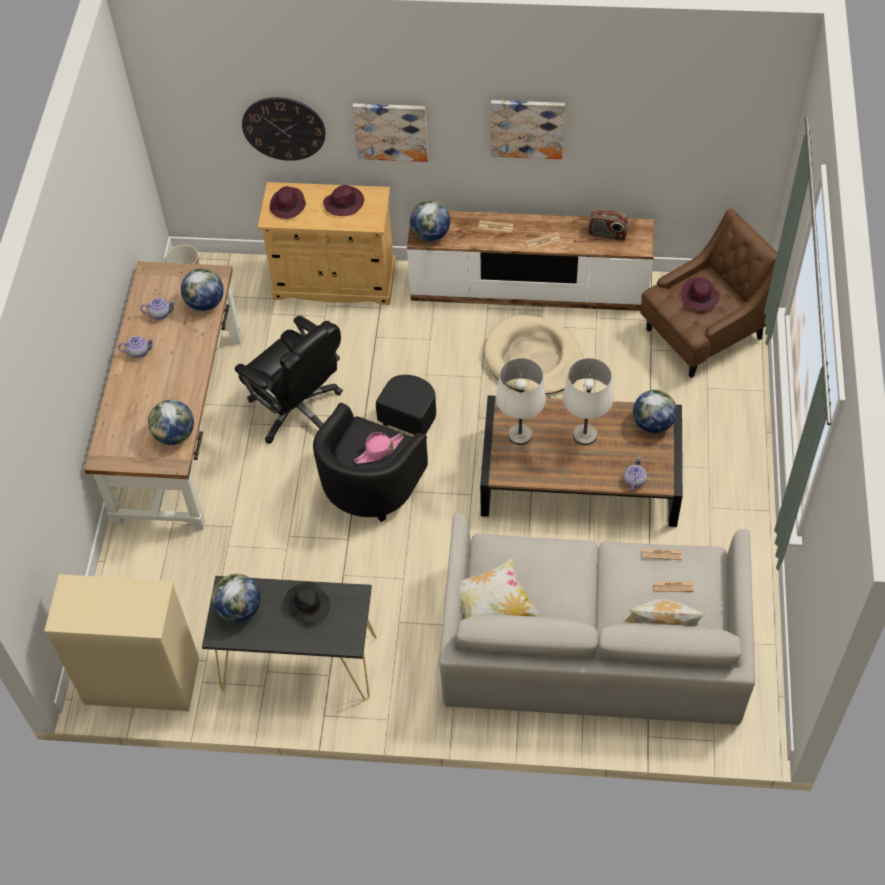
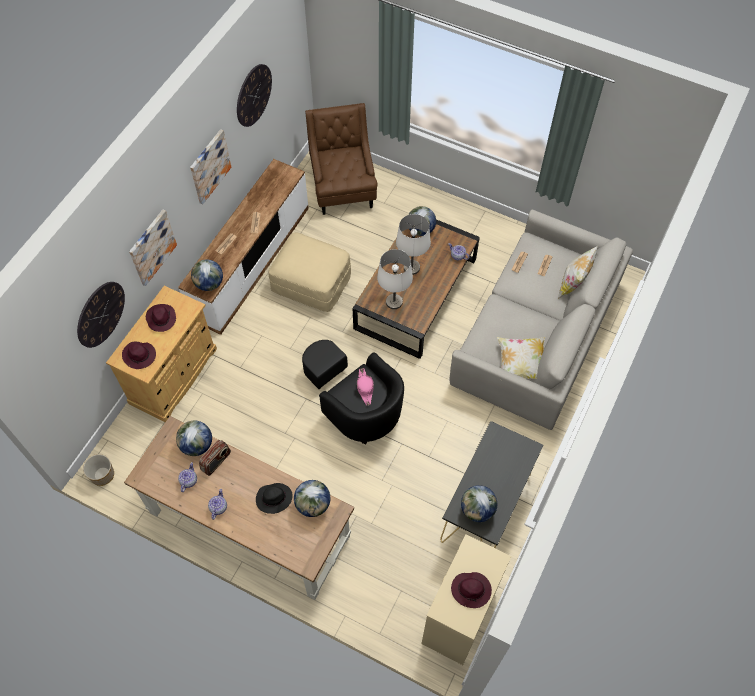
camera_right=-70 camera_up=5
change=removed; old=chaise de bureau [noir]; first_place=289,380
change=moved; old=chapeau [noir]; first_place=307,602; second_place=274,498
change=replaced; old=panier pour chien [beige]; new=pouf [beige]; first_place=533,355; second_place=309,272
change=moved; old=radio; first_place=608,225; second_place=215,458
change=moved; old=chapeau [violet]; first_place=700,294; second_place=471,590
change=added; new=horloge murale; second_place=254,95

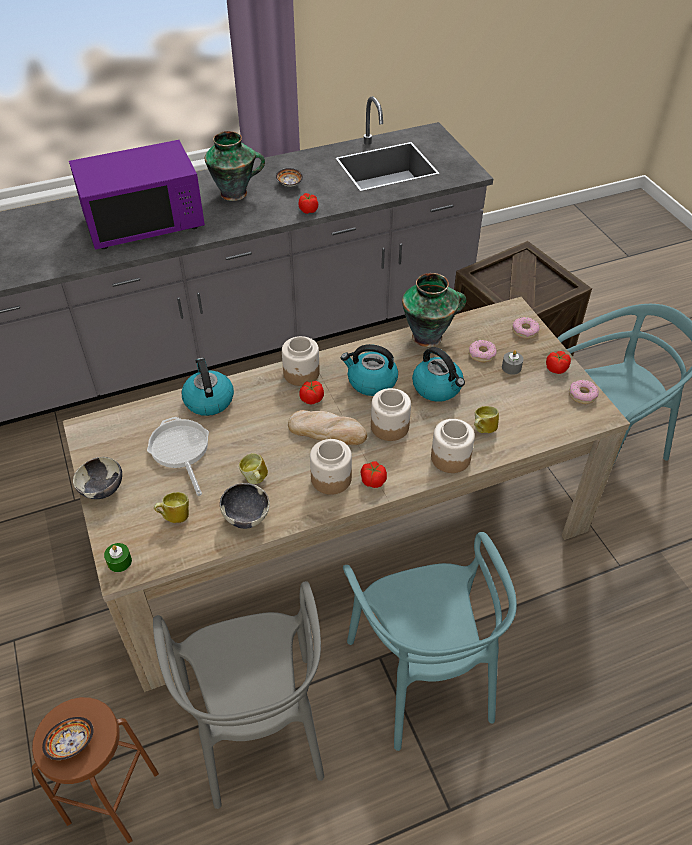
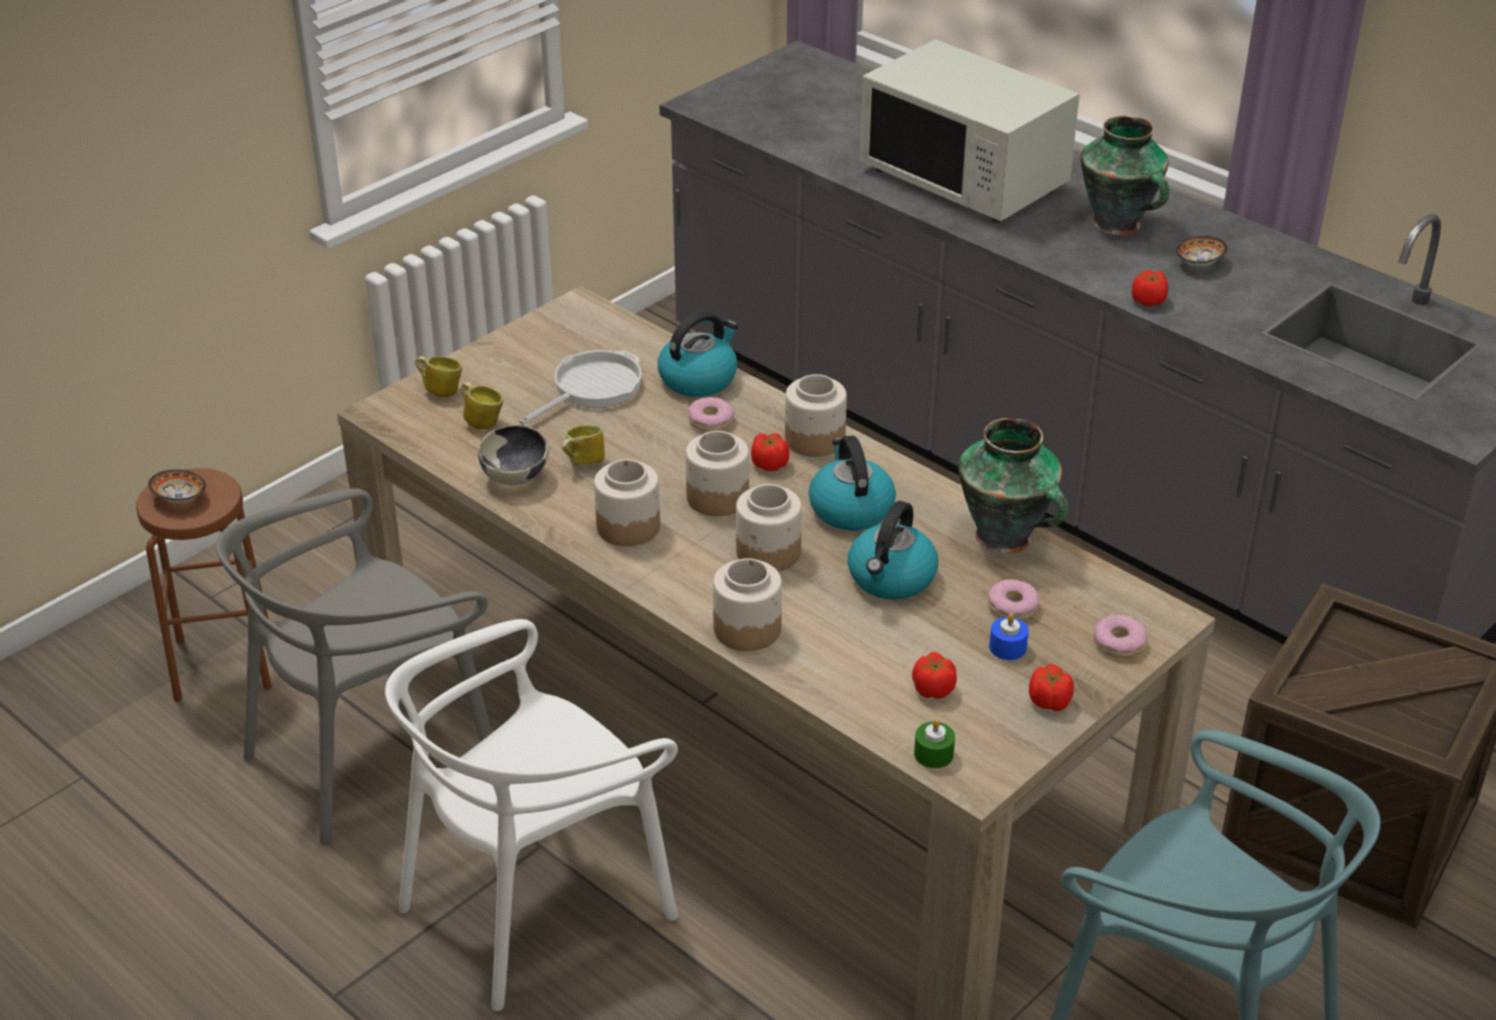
camera_right=65 camera_up=-10
change=recoloured; old=micro-ondes [violet]; new=micro-ondes [blanc]; first_place=137,195; second_place=970,131
change=removed; old=bol; first_place=97,478
change=moved; old=bougie [vert]; first_place=118,557; second_place=934,743
change=replaced; old=pain; new=bocal; first_place=327,427; second_place=717,473
change=recoloured; old=chaise [turquoise]; new=chaise [blanc]; first_place=430,641; second_place=531,815
change=moved; old=tomate; first_place=374,474; second_place=934,675
change=moved; old=mug; first_place=486,419; second_place=438,376
change=recoloured; old=bougie [gris]; new=bougie [bleu]; first_place=512,362; second_place=1009,636
change=moved; old=beignet; first_place=584,392; second_place=711,414

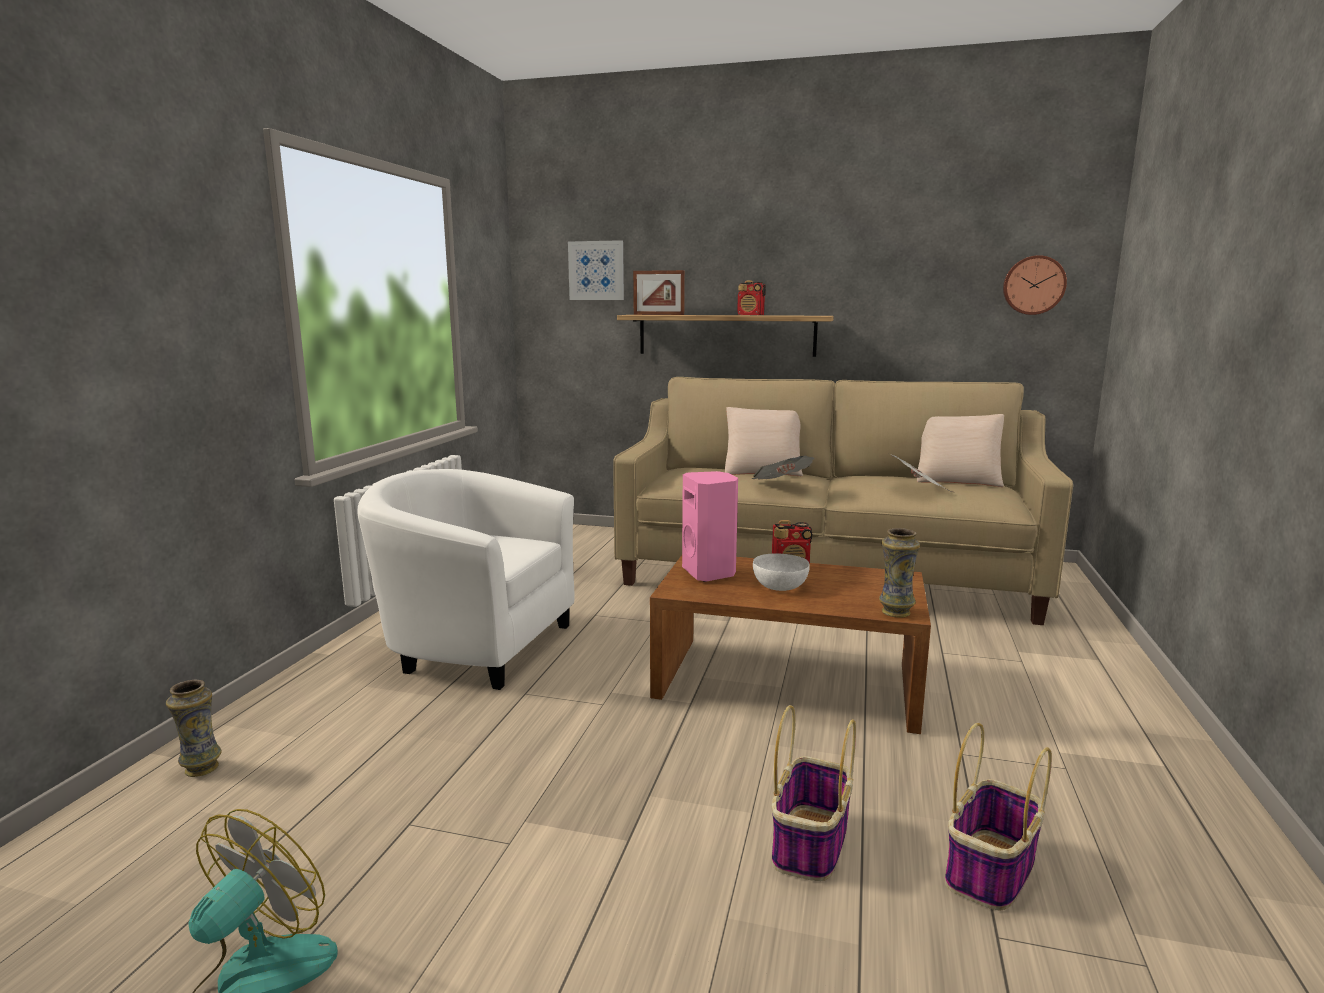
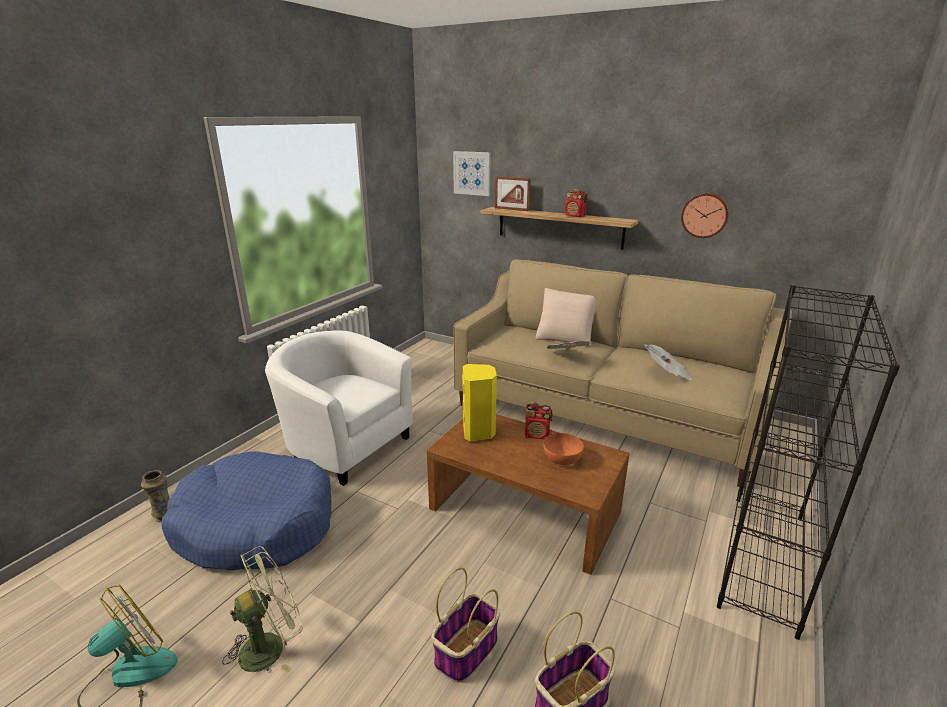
camera_right=15 camera_up=10
change=recoloured; old=enceinte [rose]; new=enceinte [jaune]; first_place=710,526; second_place=479,402
change=removed; old=bol [blanc]; first_place=781,572
change=removed; old=vase; first_place=899,573
change=removed; old=coussin [beige]; first_place=960,450
change=moved; old=horloge murale; first_place=1035,285; second_place=705,215
change=added; new=panier pour chien [bleu]; second_place=247,510
change=added; new=ventilateur [vert]; second_place=262,609
change=added; new=bol [orange]; second_place=563,449
change=added; new=bibliothèque [noir]; second_place=808,462

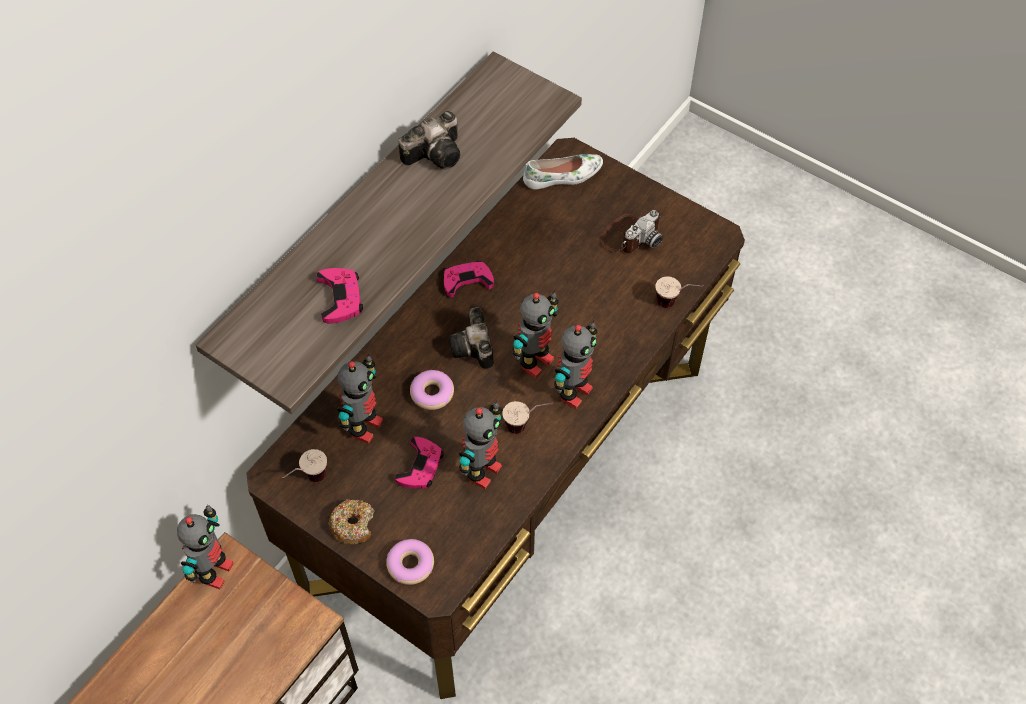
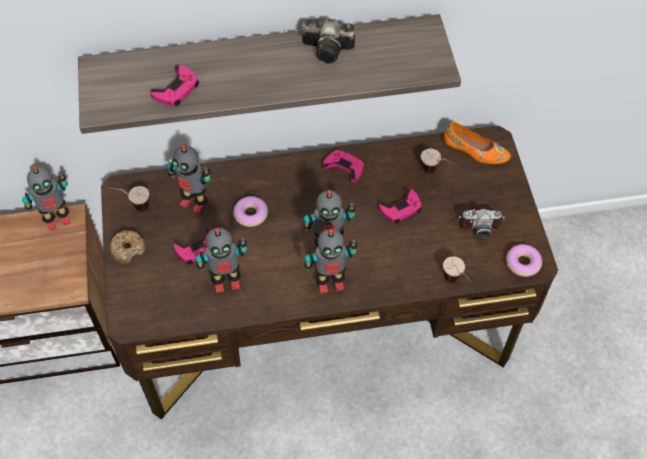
camera_right=45 camera_up=0
change=turned; old=robot jouet; first_place=360,399; second_place=189,179; degrees=45
change=moved; old=beignet; first_place=410,562; second_place=524,260
change=removed; old=appareil photo; first_place=471,338
change=moved; old=tasse; first_place=527,417; second_place=437,161
change=recoloured; old=chaussure [blanc]; new=chaussure [orange]; first_place=563,171; second_place=477,143
change=added; new=manette [rose]; second_place=400,205

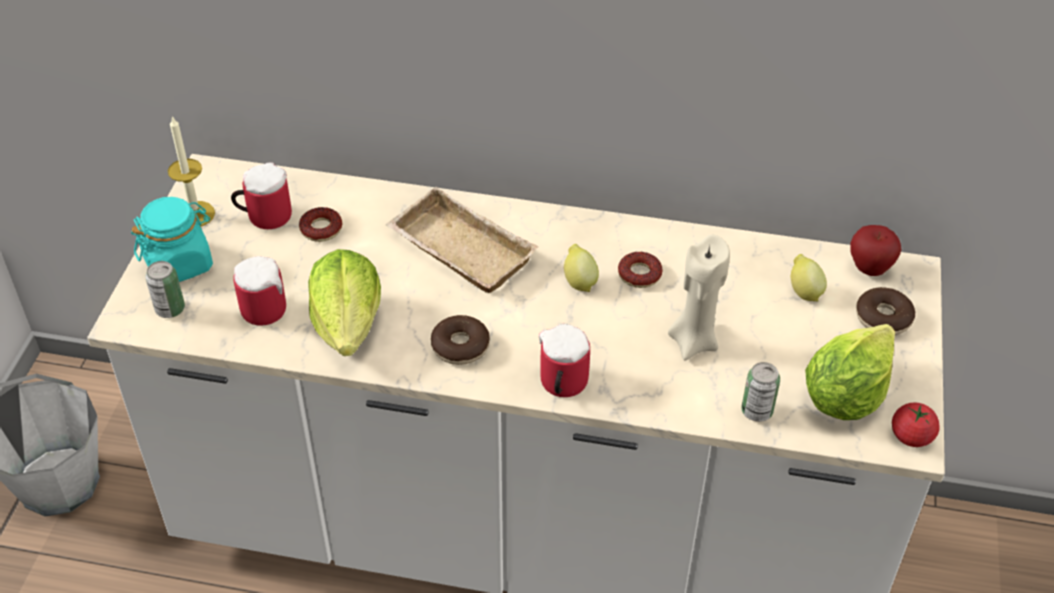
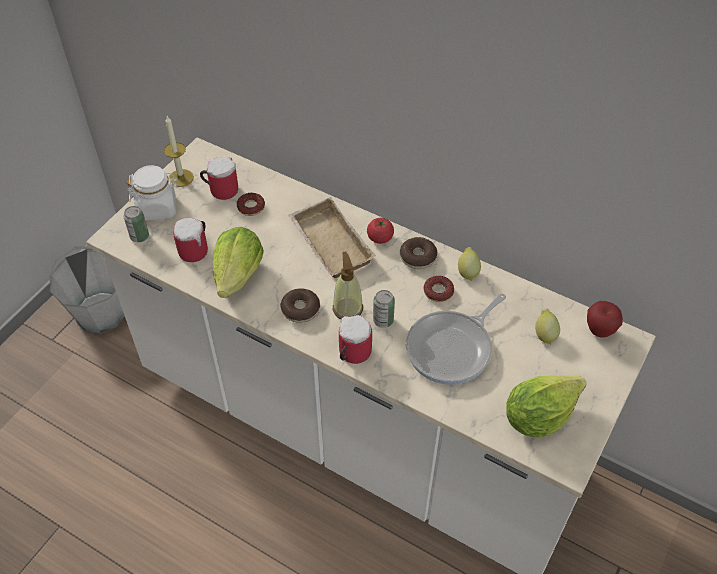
camera_right=20 camera_up=5
change=recoloured; old=bocal [turquoise]; new=bocal [blanc]; first_place=172,239; second_place=152,193
change=moved; old=citron; first_place=581,268; second_place=469,264
change=replaced; old=bougie [beige]; new=poêle; first_place=699,298; second_place=456,339
change=moved; old=boîte métallique; first_place=760,392; second_place=384,309
change=moved; old=beignet; first_place=885,311; second_place=418,253
change=moved; old=tomate; first_place=916,425; second_place=380,231
change=added; new=distributeur de savon; second_place=348,286

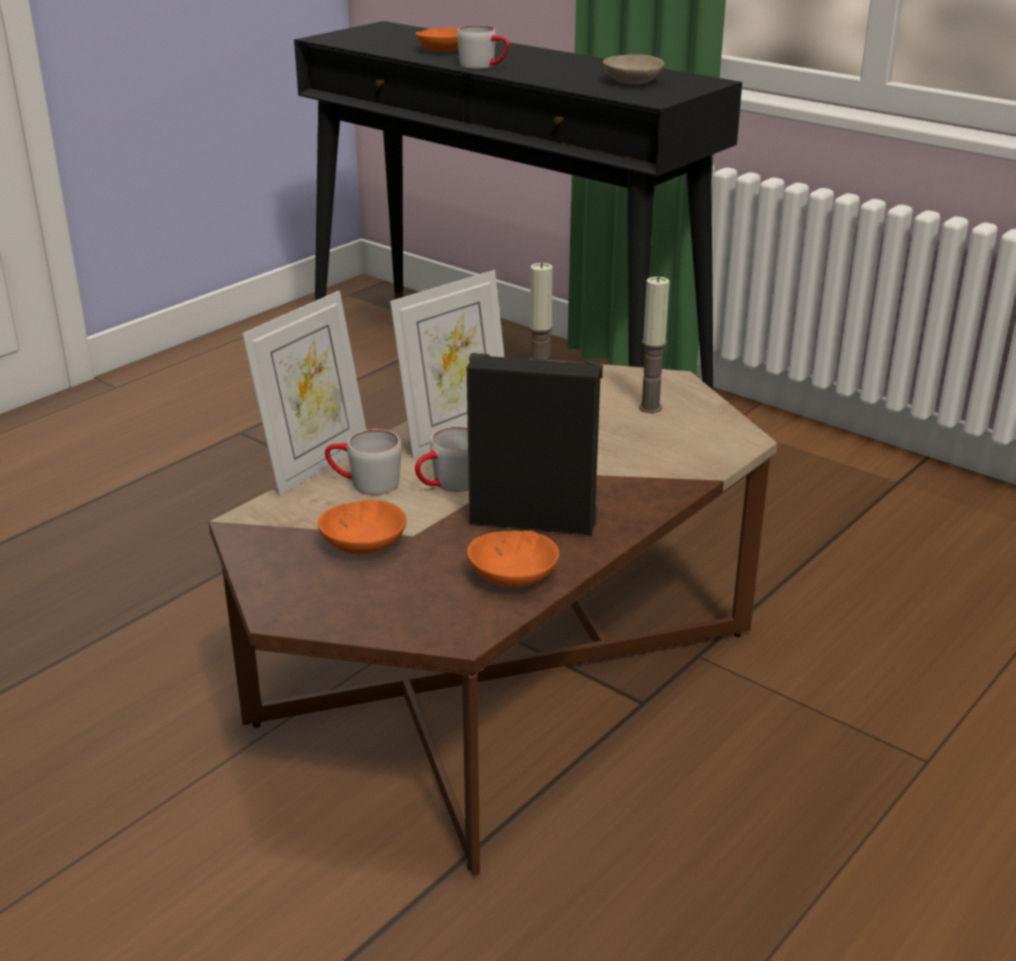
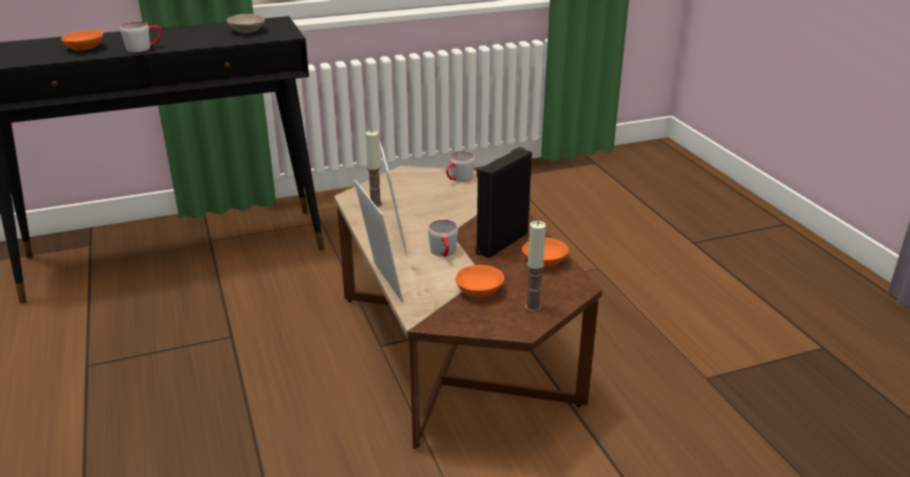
camera_right=-60 camera_up=0
change=moved; old=mug [gris]; first_place=363,462; second_place=460,166
change=moved; old=bougie; first_place=654,344; second_place=535,266

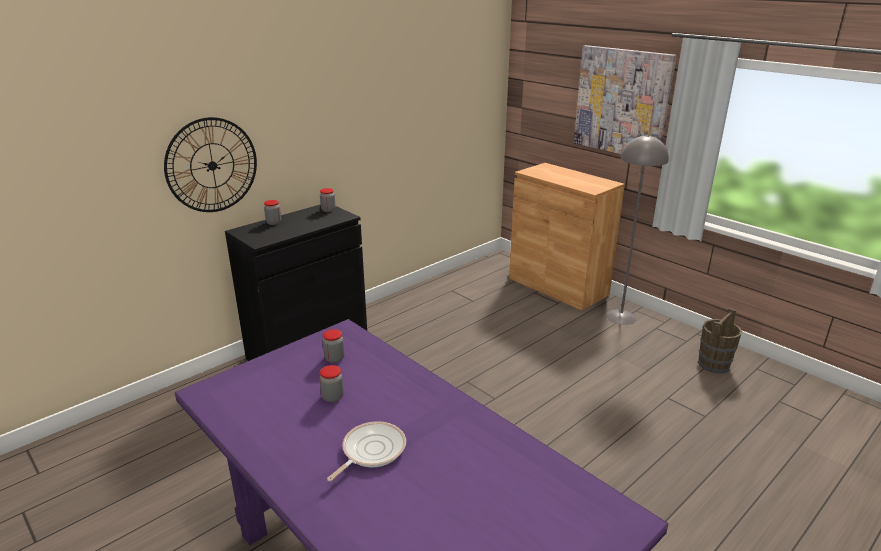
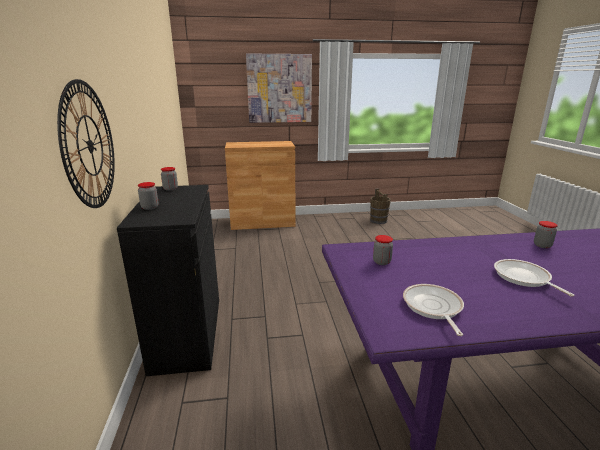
camera_right=-55 camera_up=-5
change=moved; old=bocal; first_place=332,383; second_place=546,234
change=removed; old=lampadaire [gris]; first_place=637,230
change=added; new=poêle; second_place=433,310

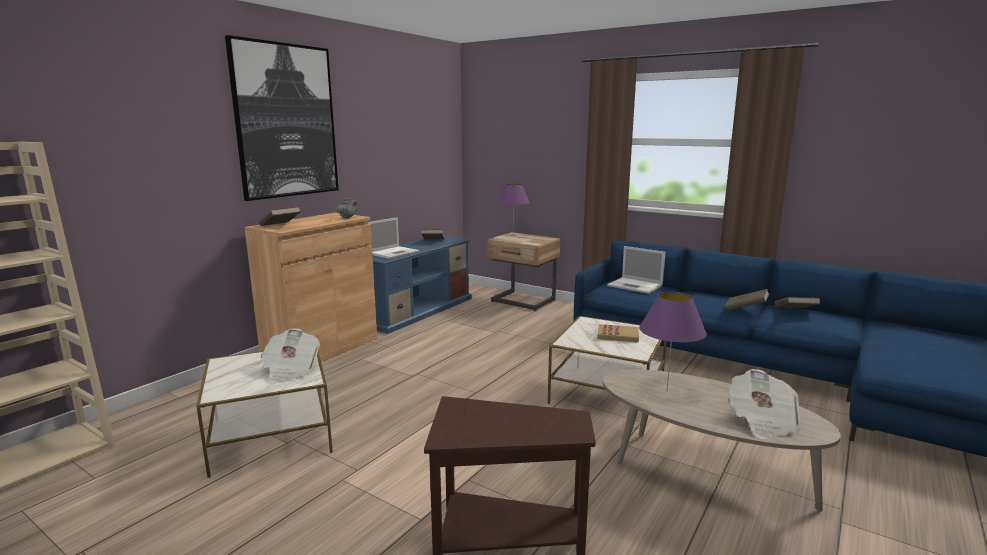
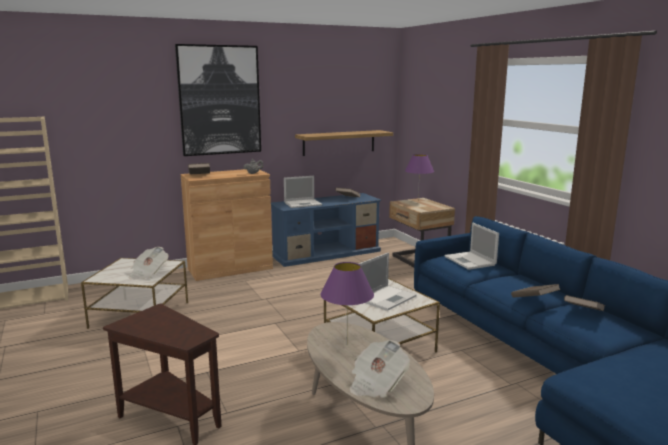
camera_right=30 camera_up=0
change=replaced; old=livre; new=ordinateur portable; first_place=618,333; second_place=388,282
change=added; new=étagère; second_place=344,143

